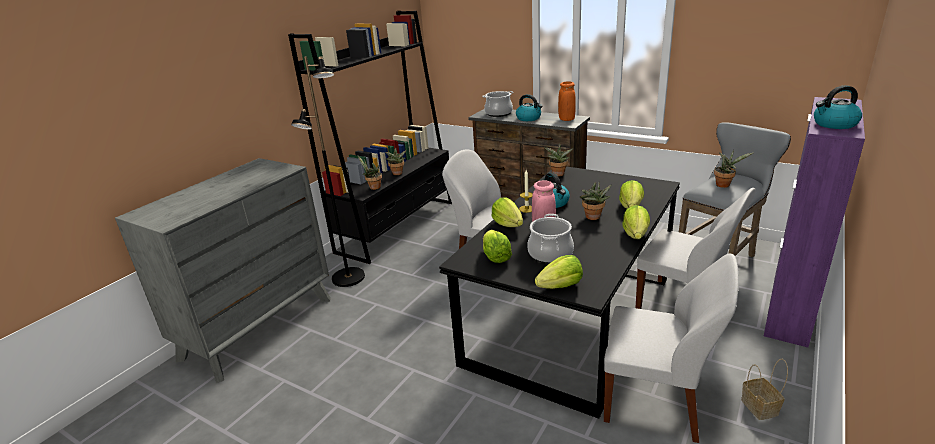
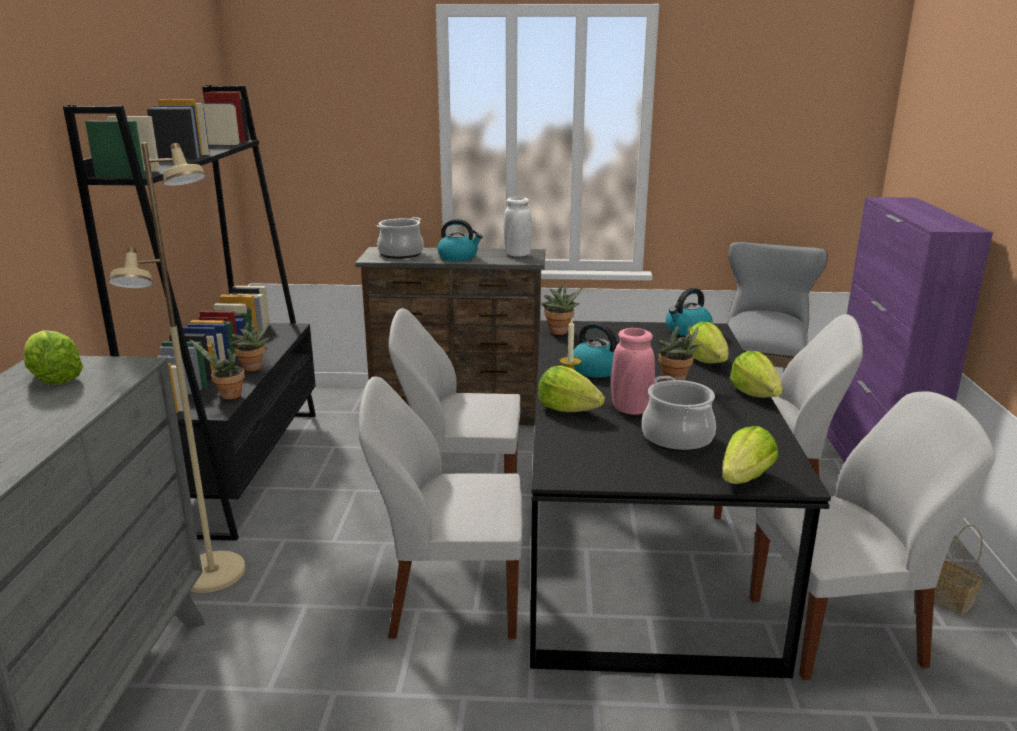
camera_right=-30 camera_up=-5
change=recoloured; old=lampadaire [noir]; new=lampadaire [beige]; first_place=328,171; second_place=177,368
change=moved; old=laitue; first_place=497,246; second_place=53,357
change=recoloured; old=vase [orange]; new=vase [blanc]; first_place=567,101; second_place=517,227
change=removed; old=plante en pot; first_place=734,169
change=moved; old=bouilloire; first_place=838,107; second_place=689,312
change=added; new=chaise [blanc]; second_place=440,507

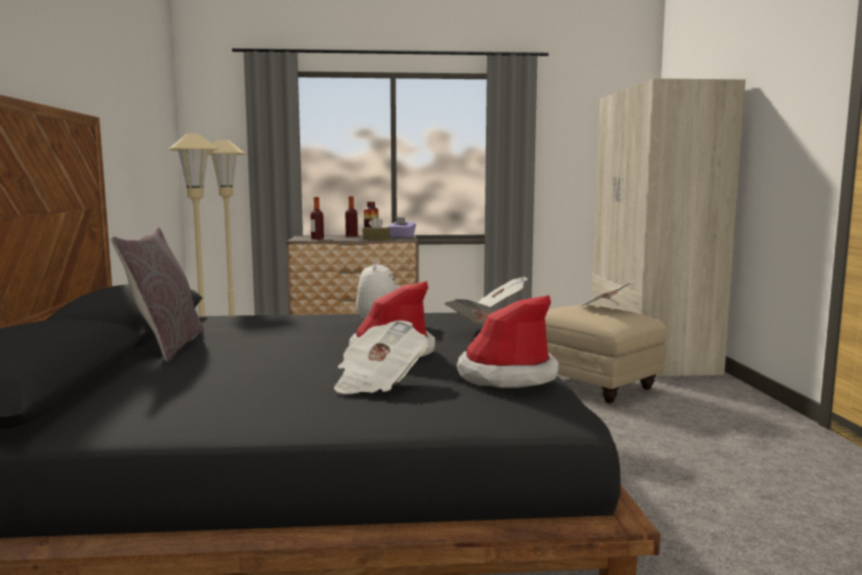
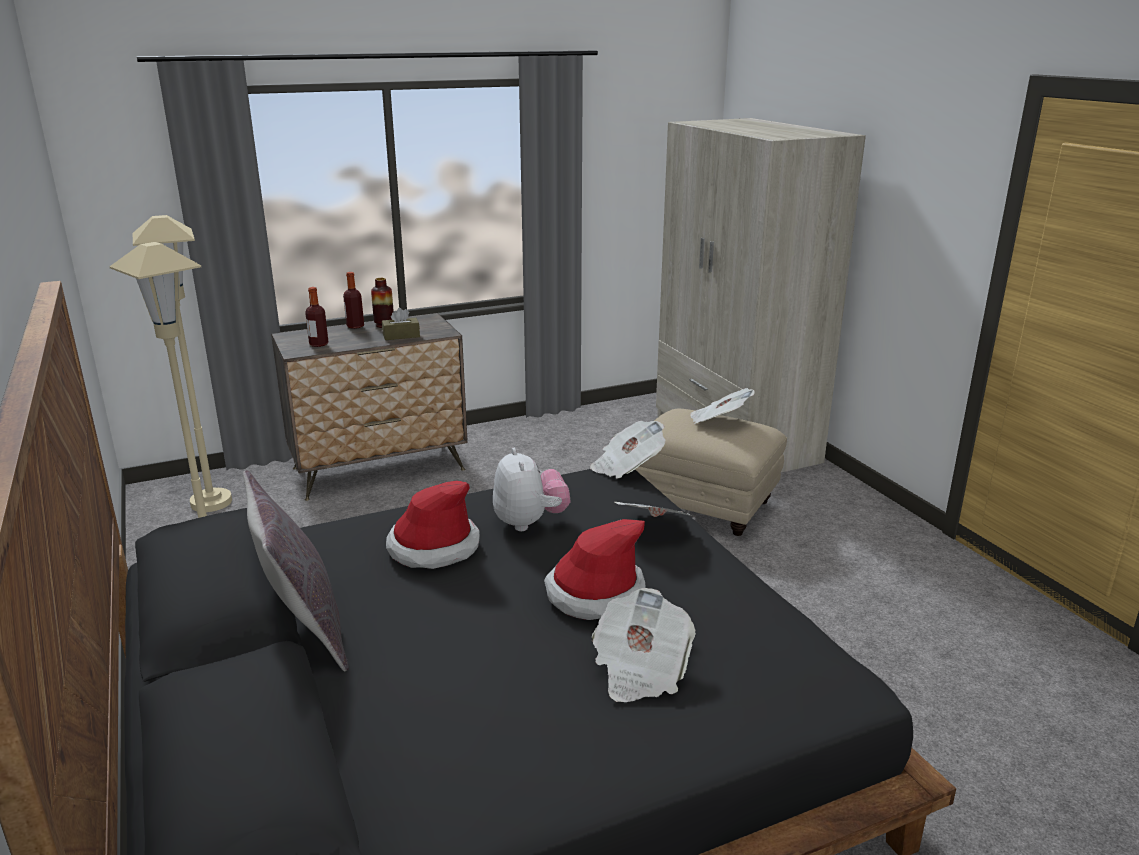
camera_right=-20 camera_up=15
change=removed; old=boîte à mouchoirs [violet]; first_place=401,227
change=moved; old=chapeau; first_place=507,341; second_place=433,524

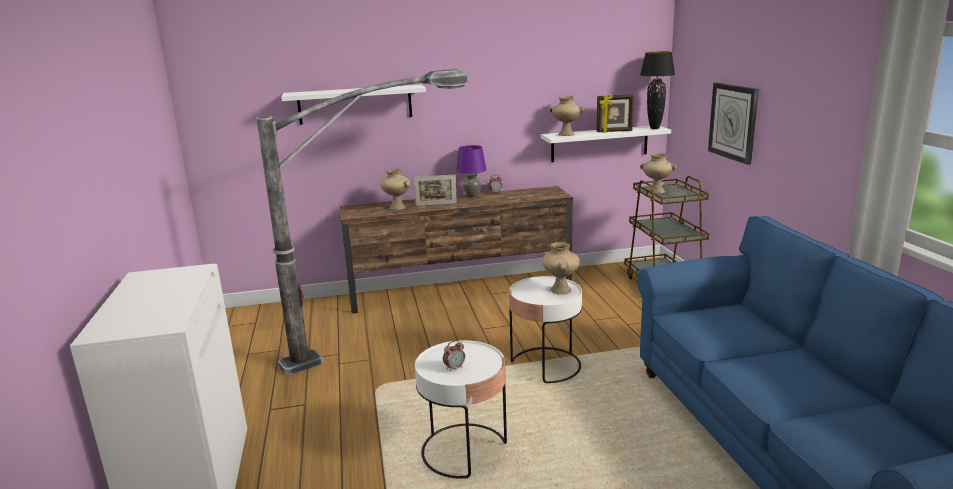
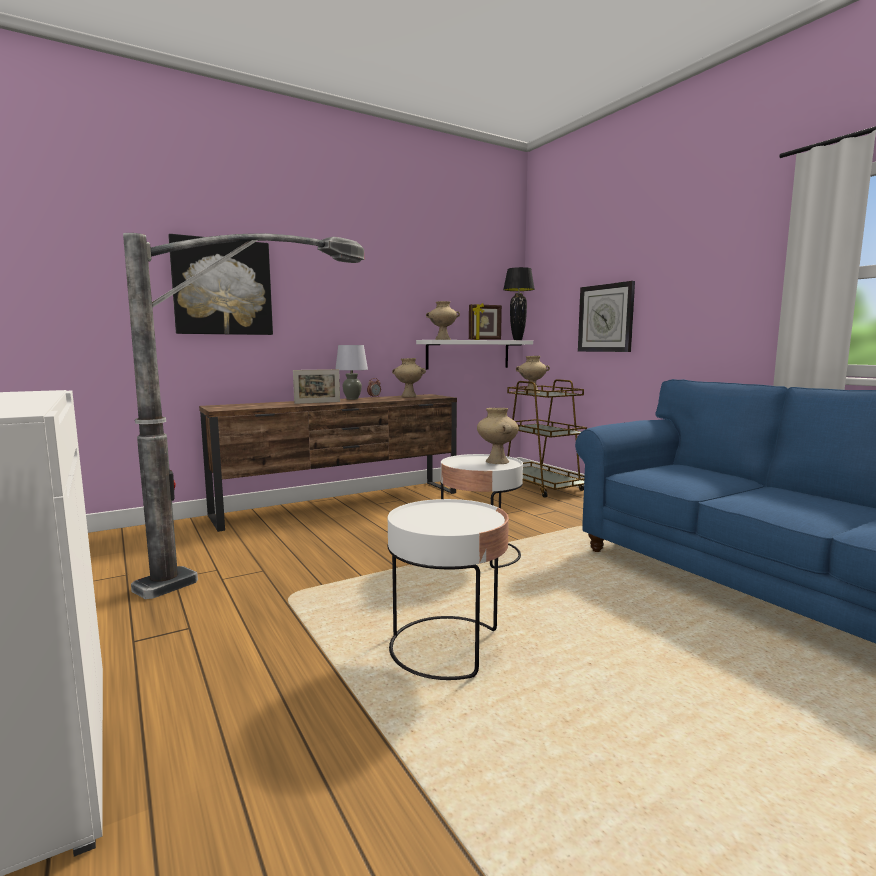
camera_right=-20 camera_up=-10
change=replaced; old=étagère [blanc]; new=tableau; first_place=353,105; second_place=220,284
change=moved; old=vase [beige]; first_place=395,189; second_place=409,377
change=removed; old=réveil; first_place=454,356
change=recoloured; old=lampe de table [violet]; new=lampe de table [gris]; first_place=471,171; second_place=351,372

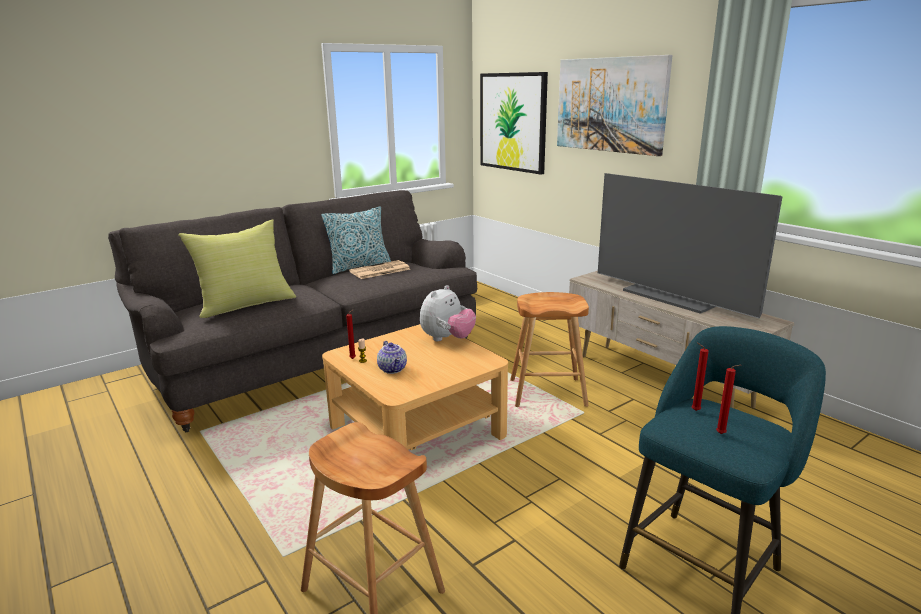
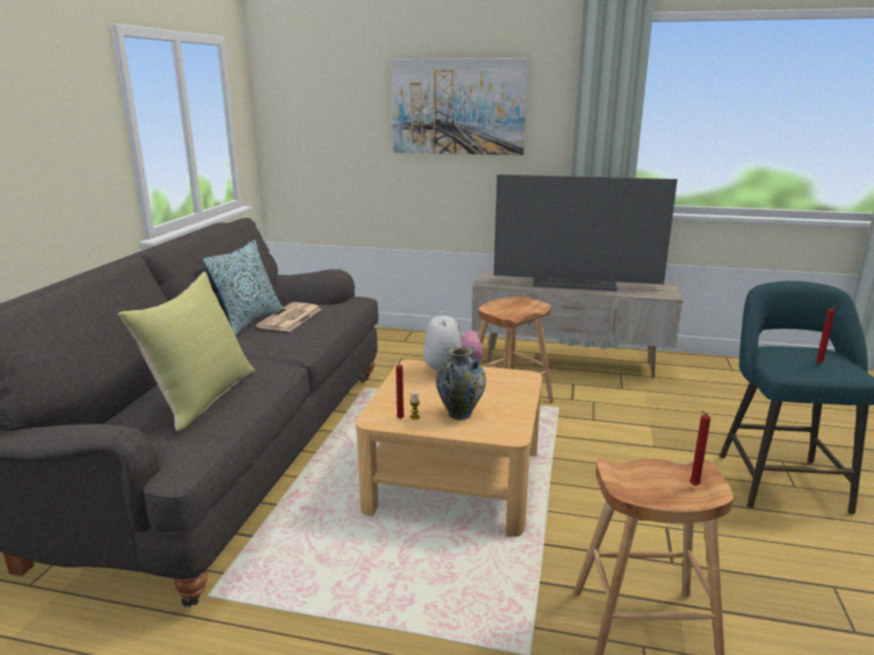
camera_right=-40 camera_up=0
change=replaced; old=théière; new=vase; first_place=392,357; second_place=461,383
change=removed; old=tableau; first_place=514,123
change=moved; old=bougie [rouge]; first_place=700,377; second_place=700,448

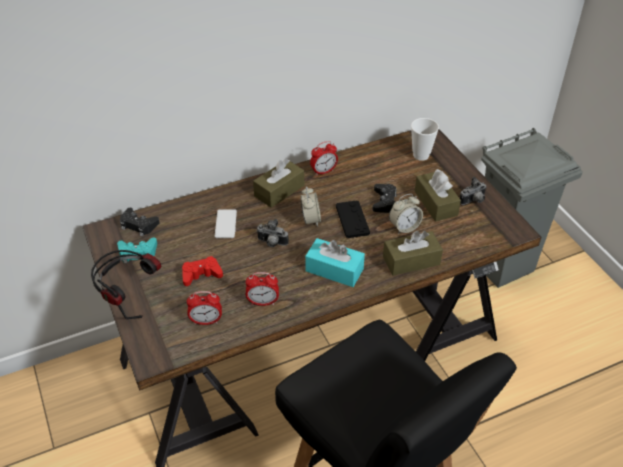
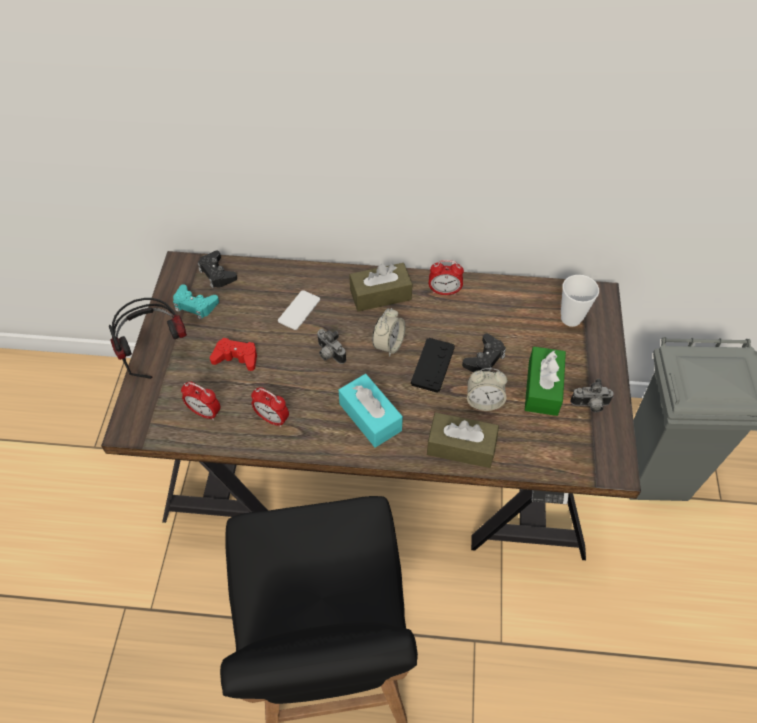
camera_right=30 camera_up=10
change=recoloured; old=boîte à mouchoirs [marron]; new=boîte à mouchoirs [vert]; first_place=438,195; second_place=545,381

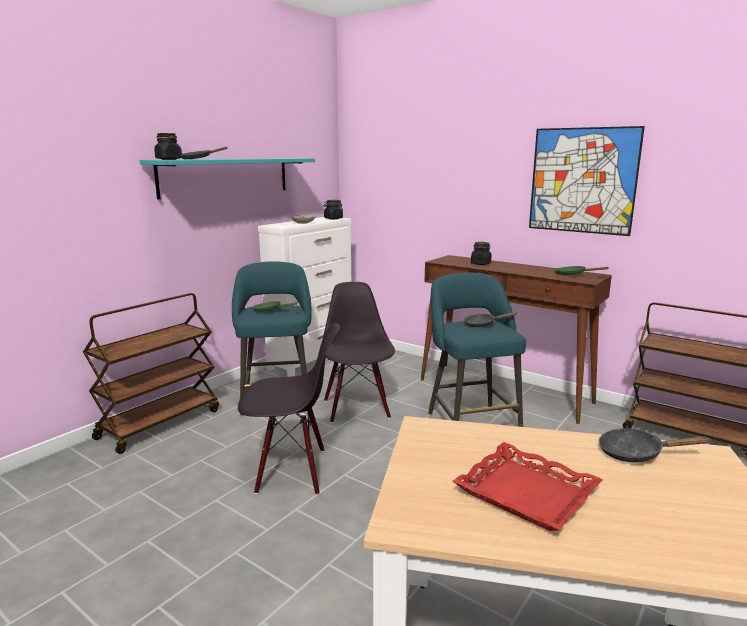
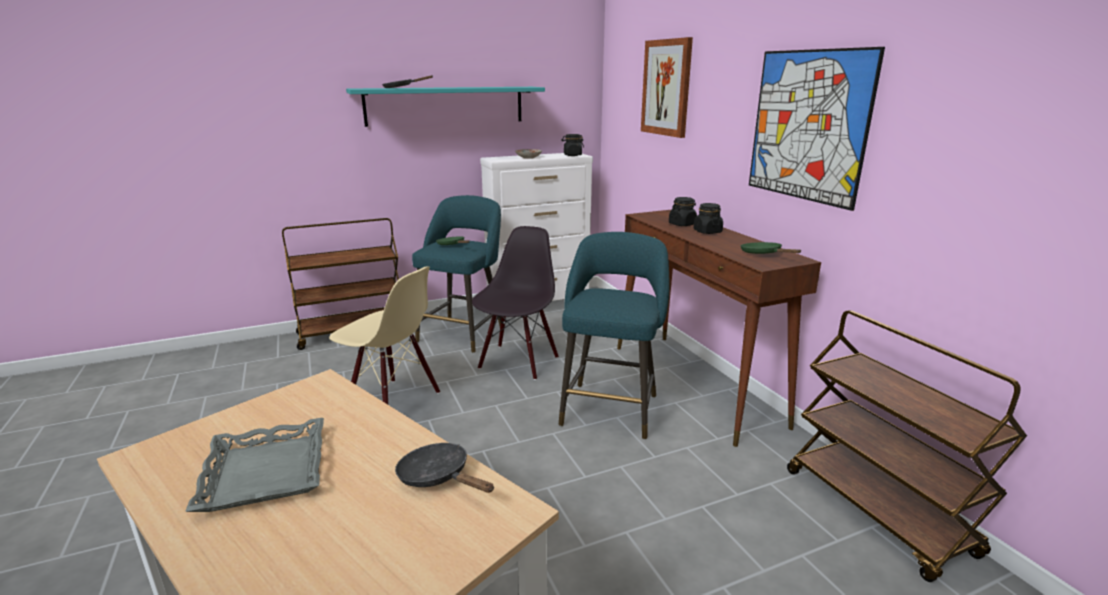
camera_right=30 camera_up=5
change=moved; old=bocal [noir]; first_place=168,146; second_place=708,218
change=recoloured; old=chaise [noir]; new=chaise [beige]; first_place=289,409; second_place=384,335
change=recoloured; old=plateau [rouge]; new=plateau [gris]; first_place=527,486; second_place=254,465
change=removed; old=poêle [noir]; first_place=490,319
change=added; new=tableau; second_place=667,87

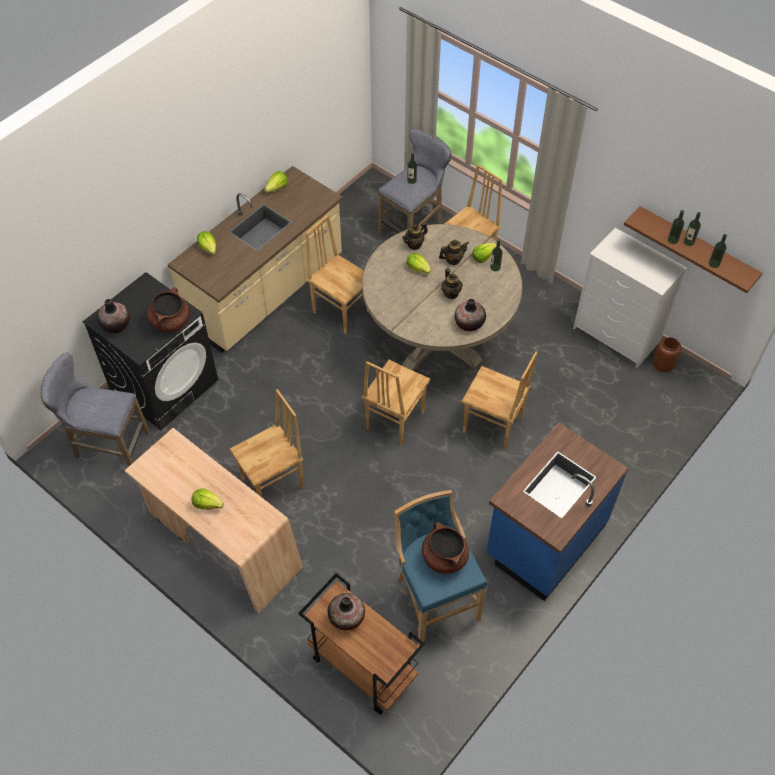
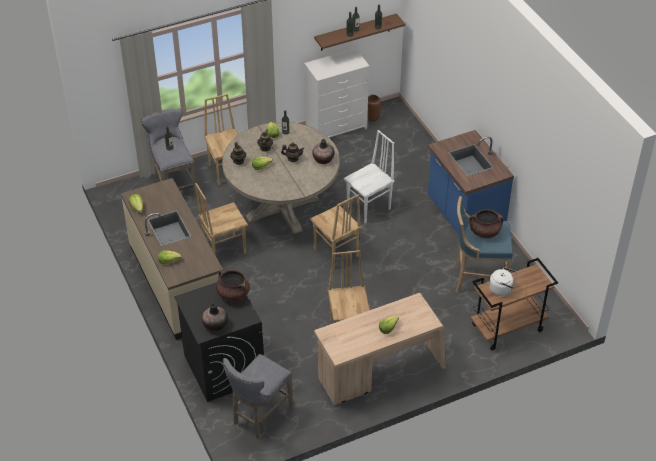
camera_right=-65 camera_up=-10
change=replaced; old=vase; new=bouilloire [blanc]; first_place=346,611; second_place=503,281
change=recoloured; old=chaise [marron]; new=chaise [blanc]; first_place=499,401; second_place=369,176

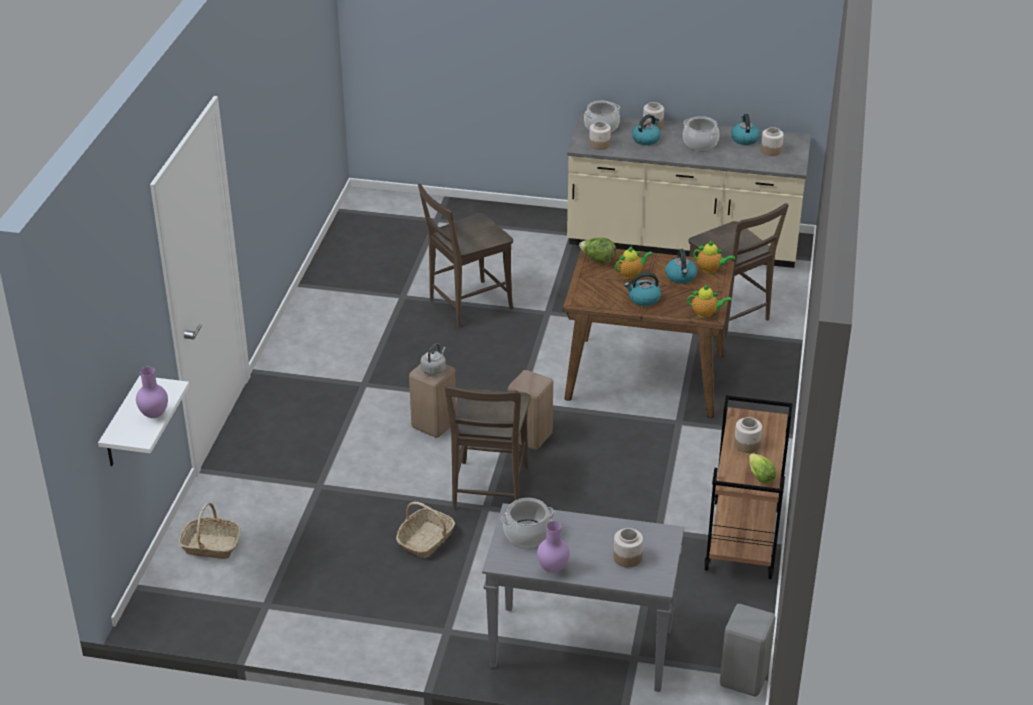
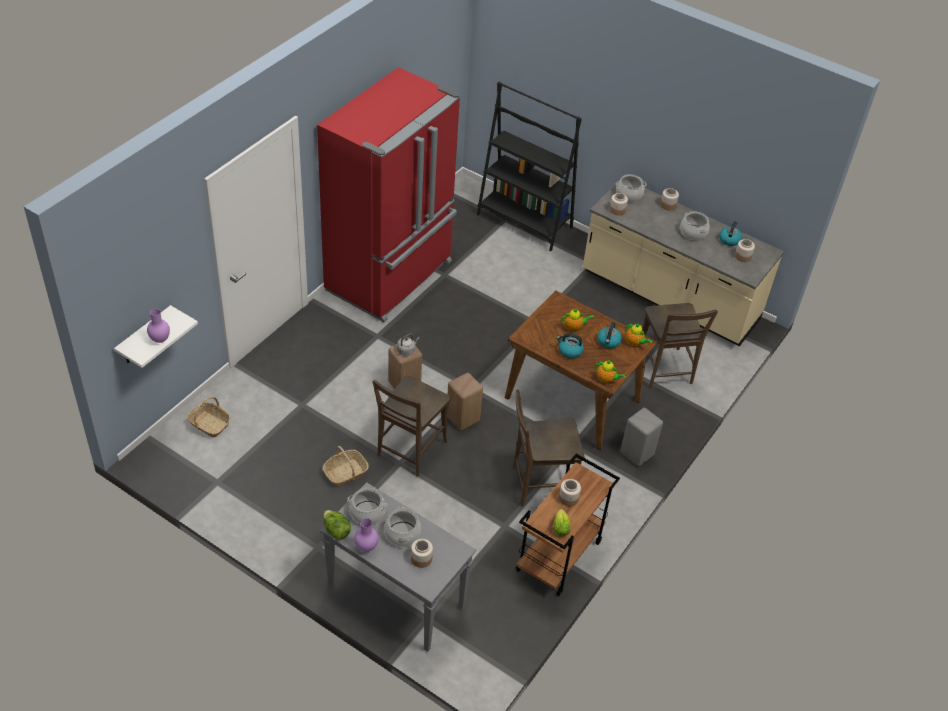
camera_right=20 camera_up=10
change=moved; old=chaise [marron]; first_place=466,256; second_place=549,448
change=moved; old=laitue; first_place=597,251; second_place=337,525
change=removed; old=bouilloire; first_place=646,129
change=moved; old=tabouret [gris]; first_place=748,650; second_place=641,437
change=added; new=réfrigérateur [rouge]; second_place=388,194
change=added; new=marmite; second_place=402,527
change=added; new=bibliothèque [noir]; second_place=529,166

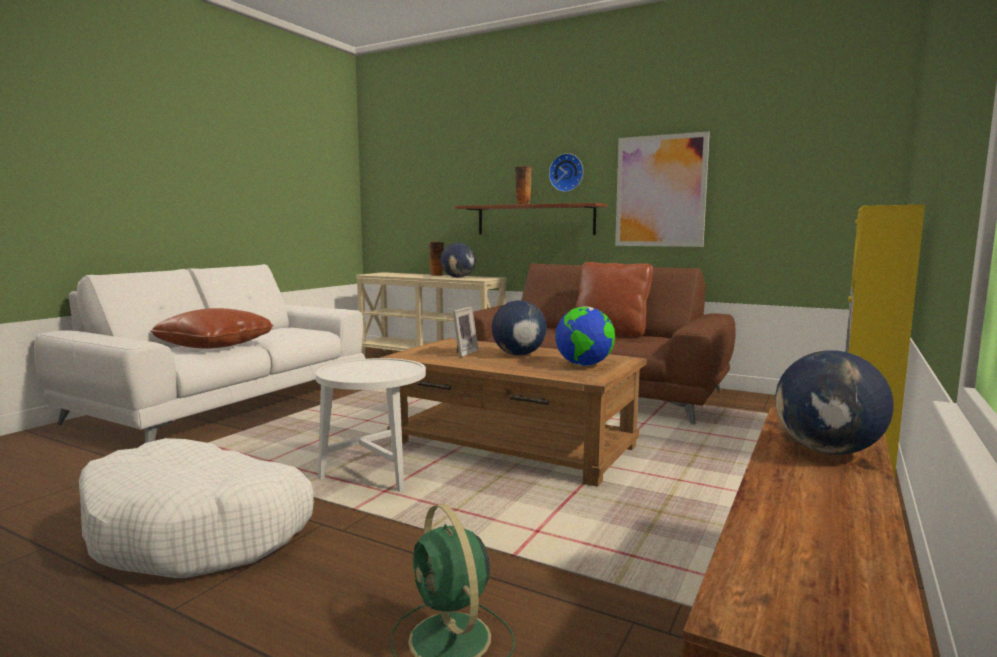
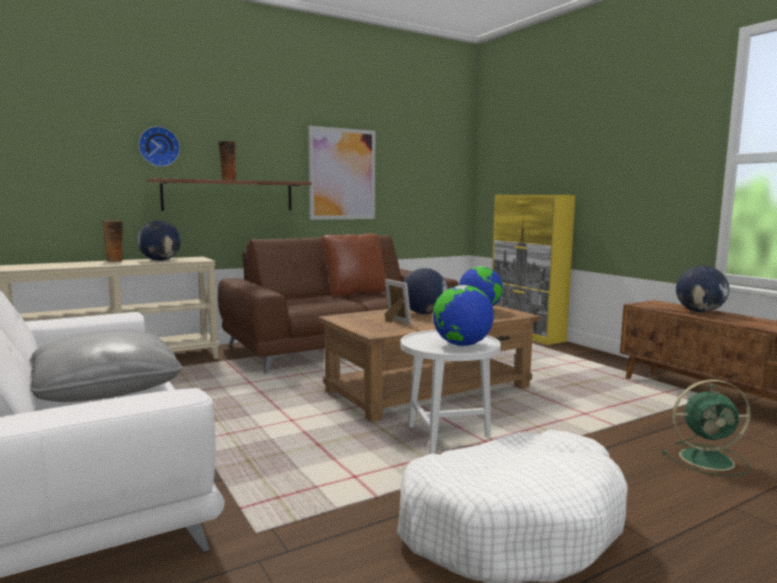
camera_right=-60 camera_up=0
change=recoloured; old=coussin [marron]; new=coussin [gris]; first_place=212,328; second_place=106,366
change=moved; old=horloge murale; first_place=566,172; second_place=159,146
change=added; new=globe; second_place=463,315

